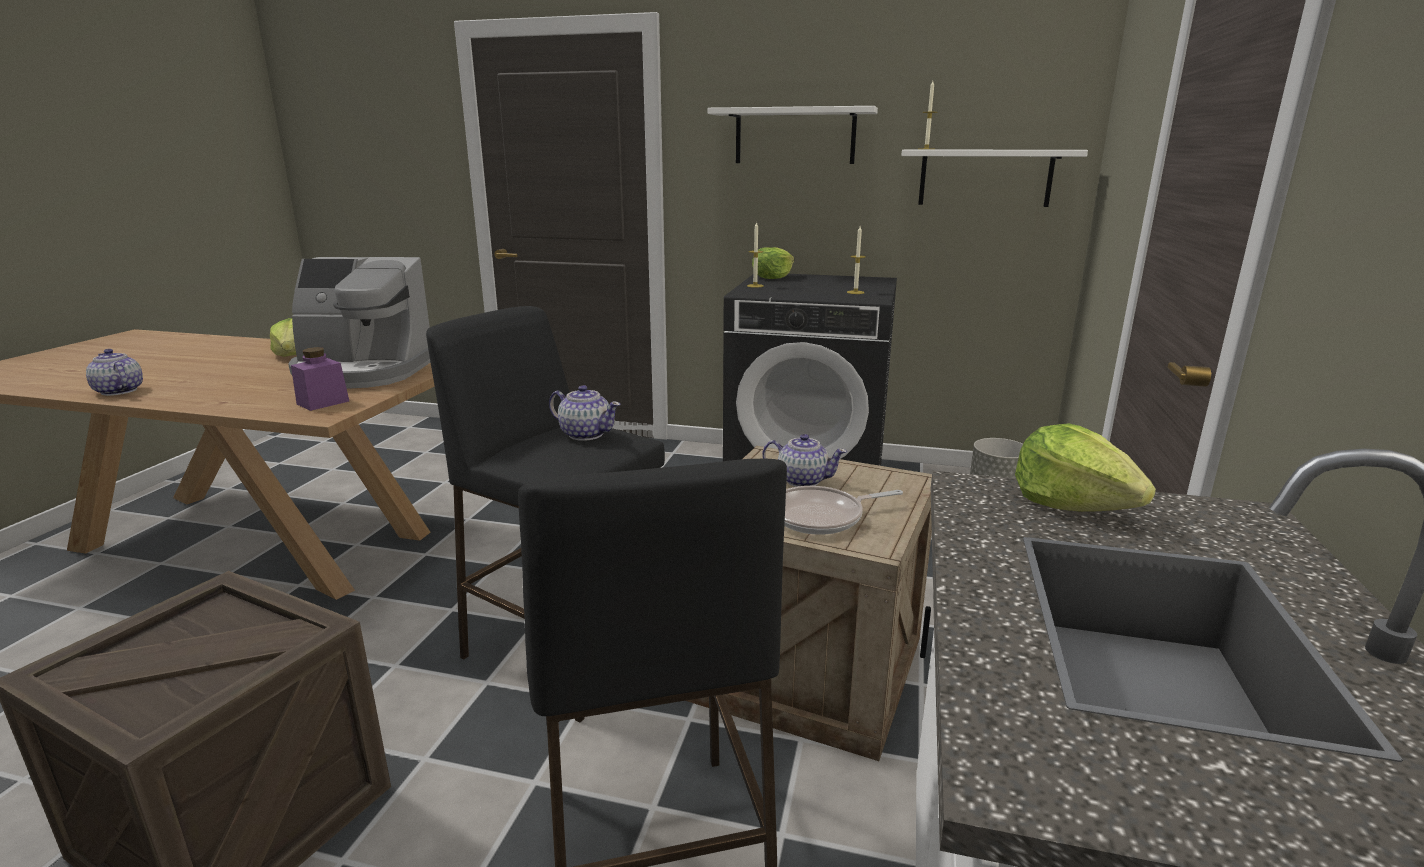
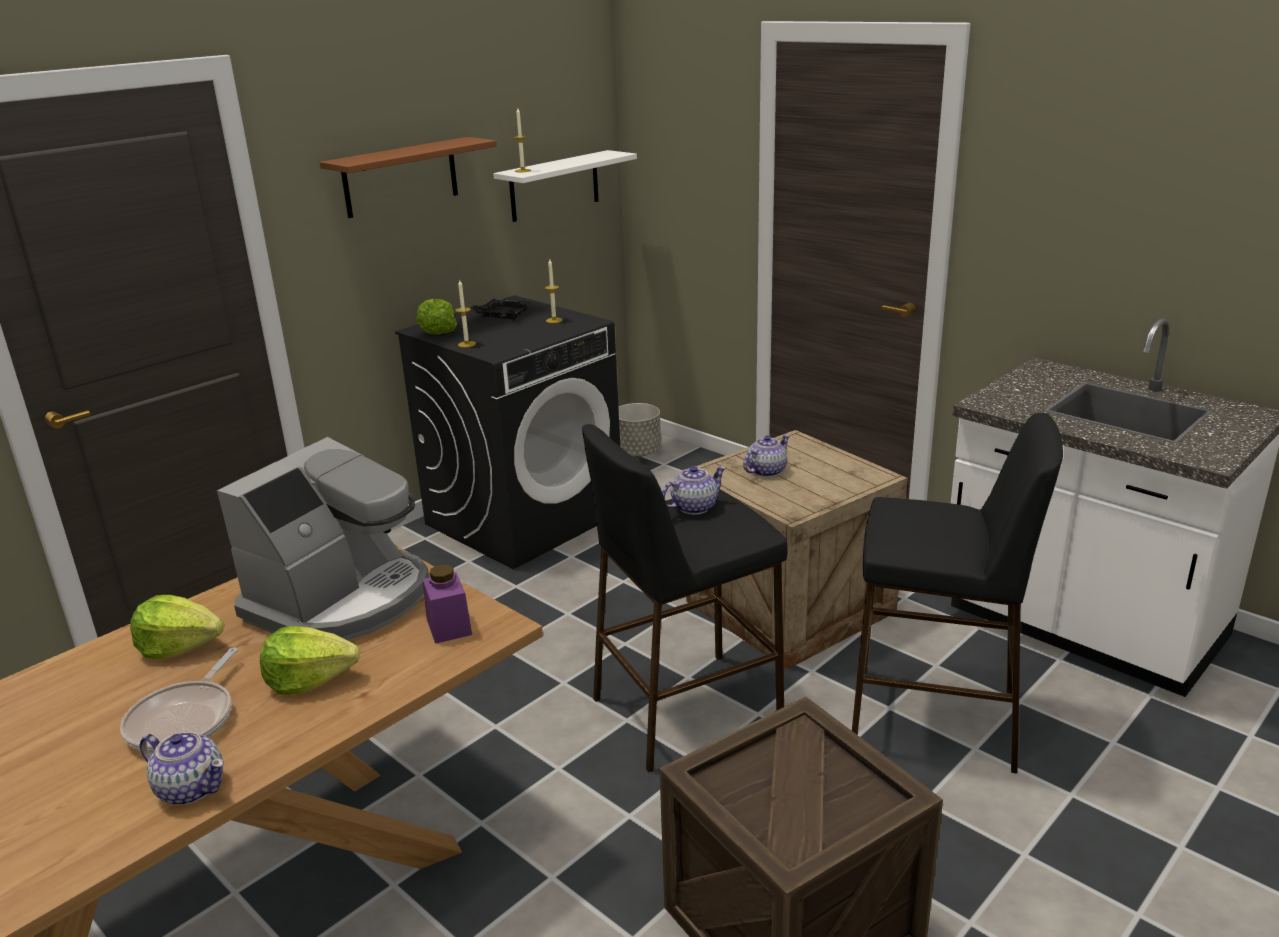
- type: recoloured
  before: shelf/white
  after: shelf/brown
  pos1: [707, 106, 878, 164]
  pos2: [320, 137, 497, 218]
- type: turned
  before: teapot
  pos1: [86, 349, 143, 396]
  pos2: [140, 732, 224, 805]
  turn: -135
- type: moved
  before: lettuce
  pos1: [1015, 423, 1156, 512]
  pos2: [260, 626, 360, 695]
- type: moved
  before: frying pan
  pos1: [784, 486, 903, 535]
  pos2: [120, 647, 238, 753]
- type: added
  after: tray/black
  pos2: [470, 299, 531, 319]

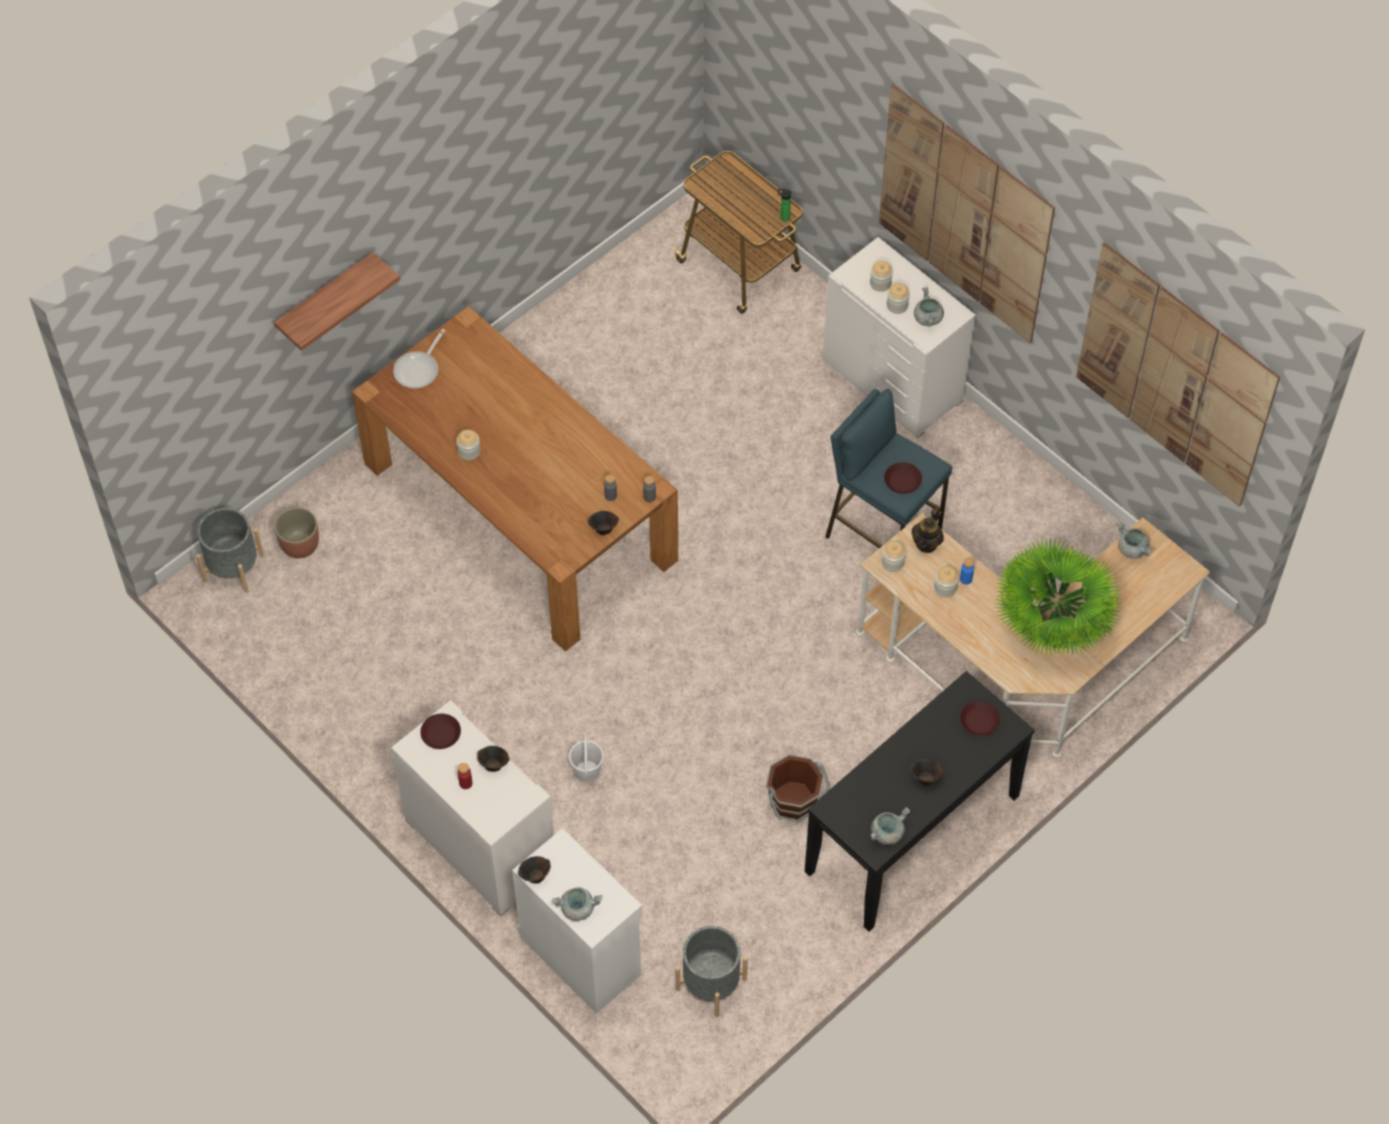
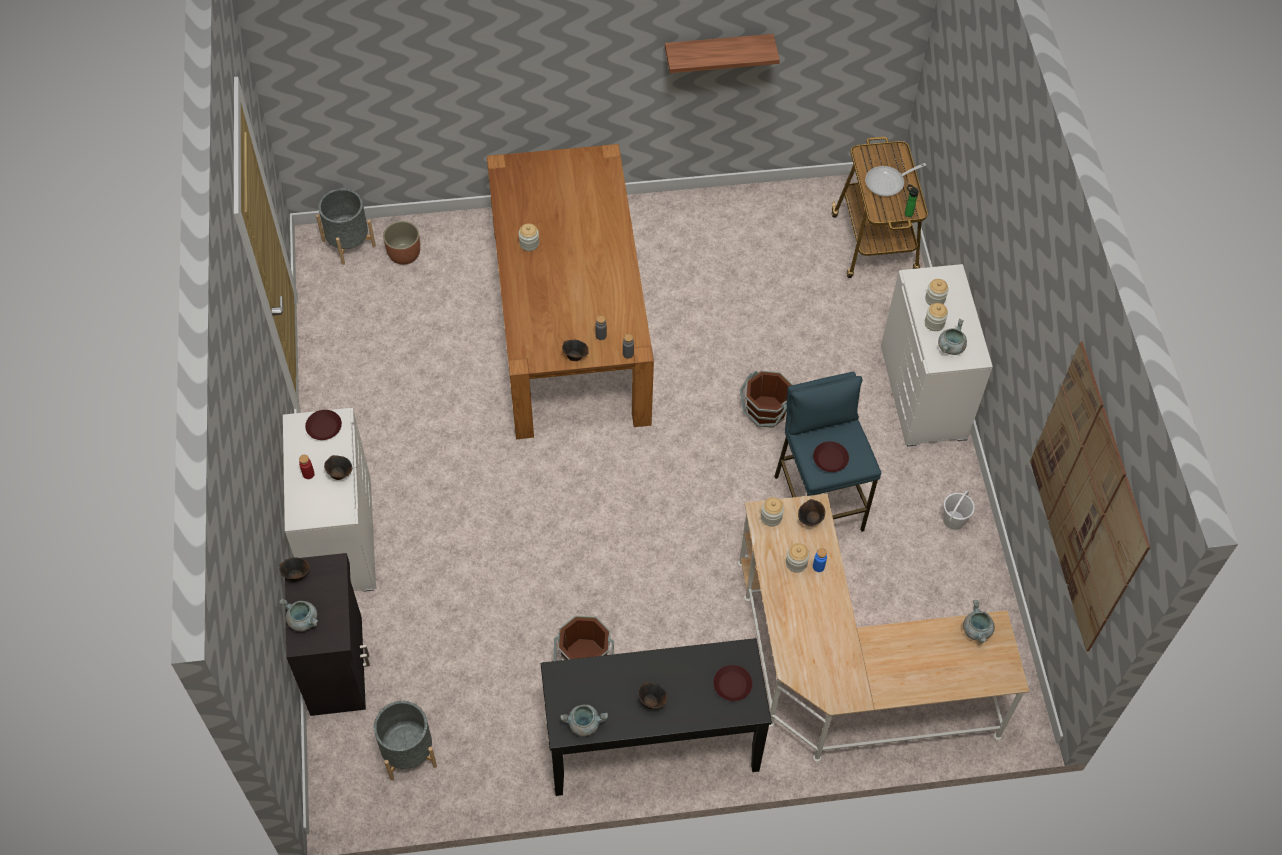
- type: removed
  before: picture
  pos1: [879, 84, 1055, 343]
- type: moved
  before: shelf
  pos1: [274, 252, 400, 351]
  pos2: [665, 34, 780, 73]
- type: moved
  before: frying pan
  pos1: [393, 329, 445, 389]
  pos2: [865, 163, 926, 197]
- type: replaced
  before: teapot
  after: bowl/brown
  pos1: [912, 508, 944, 553]
  pos2: [798, 499, 825, 527]
- type: removed
  before: potted plant
  pos1: [994, 538, 1123, 655]
- type: moved
  before: bucket/white
  pos1: [569, 736, 604, 783]
  pos2: [943, 490, 975, 530]
- type: recoloured
  before: cabinet/white
  after: cabinet/black
  pos1: [512, 828, 642, 1014]
  pos2: [285, 553, 370, 716]
- type: added
  after: bucket/brown
  pos2: [740, 370, 793, 428]

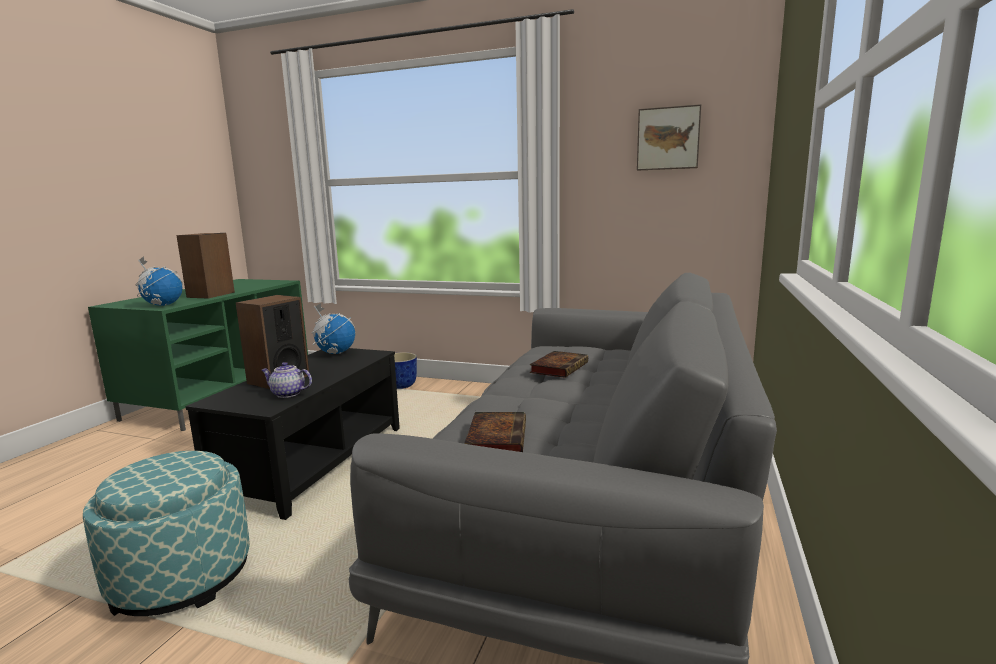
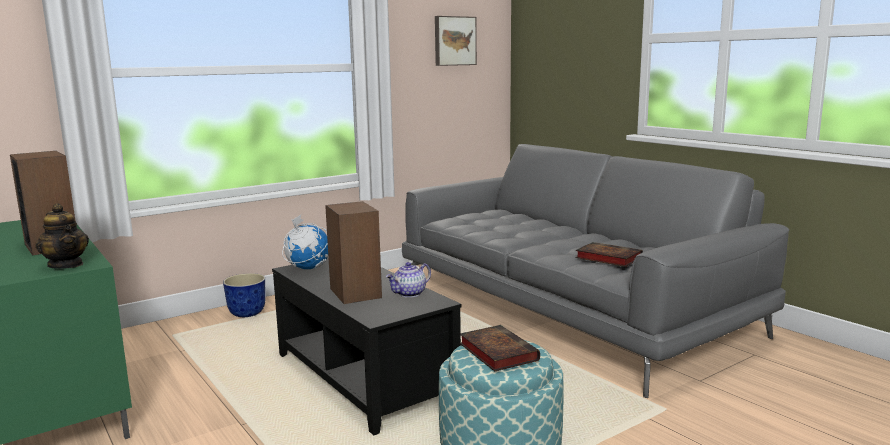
- type: replaced
  before: globe
  after: teapot
  pos1: [136, 256, 183, 306]
  pos2: [35, 204, 89, 269]
- type: moved
  before: book
  pos1: [530, 351, 588, 378]
  pos2: [460, 325, 540, 372]

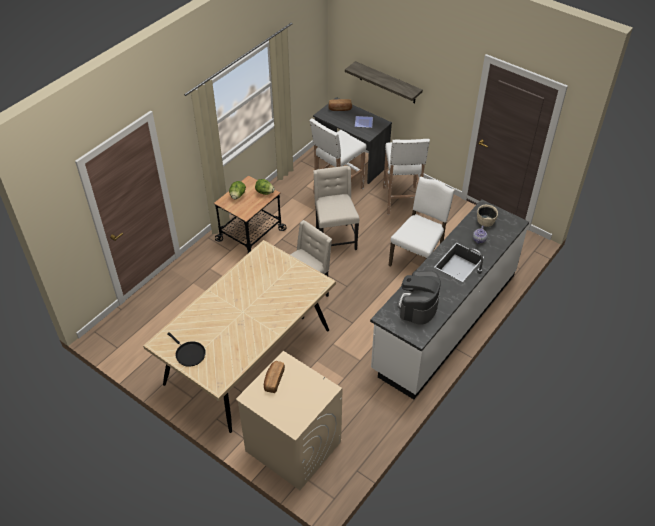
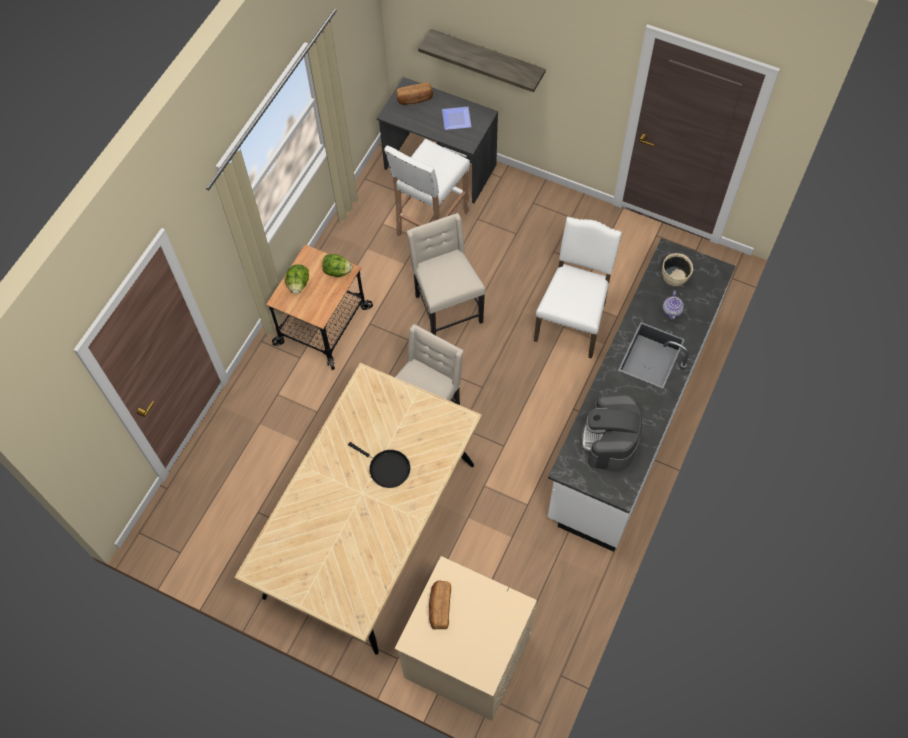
- type: removed
  before: stool/white
  pos1: [383, 139, 430, 215]
- type: moved
  before: frying pan/black
  pos1: [167, 332, 206, 367]
  pos2: [348, 442, 410, 488]

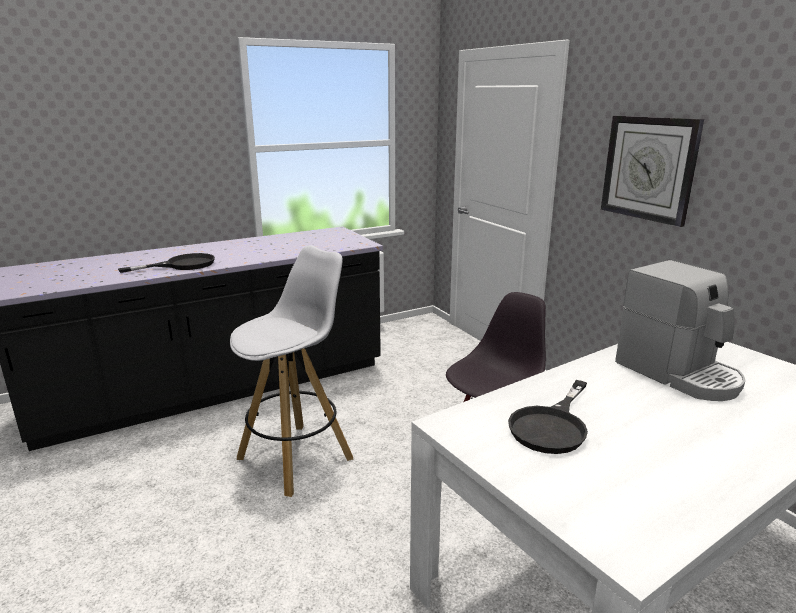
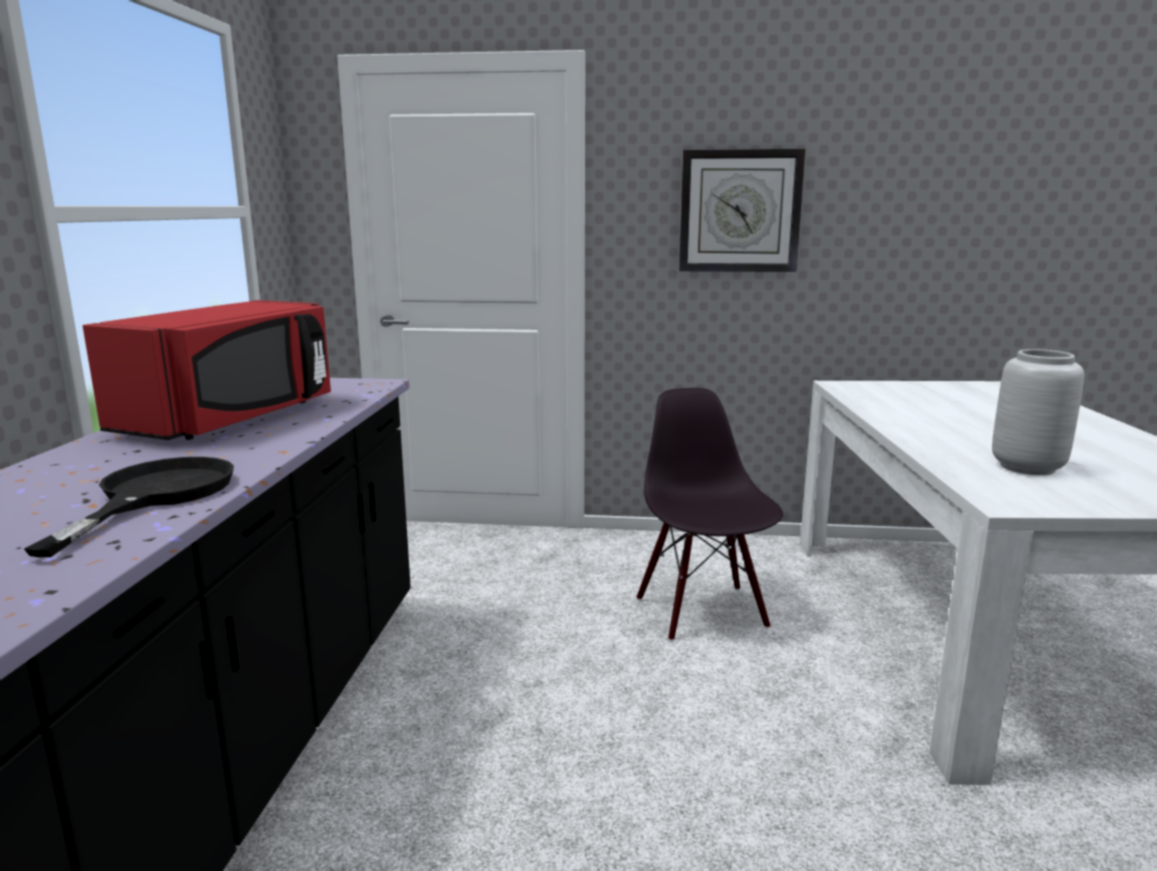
- type: removed
  before: stool/white
  pos1: [230, 245, 353, 497]
- type: removed
  before: coffee machine
  pos1: [615, 260, 745, 401]
- type: replaced
  before: frying pan/black
  after: vase/grey
  pos1: [508, 380, 588, 454]
  pos2: [992, 349, 1084, 475]
- type: added
  after: microwave/red
  pos2: [83, 300, 331, 440]

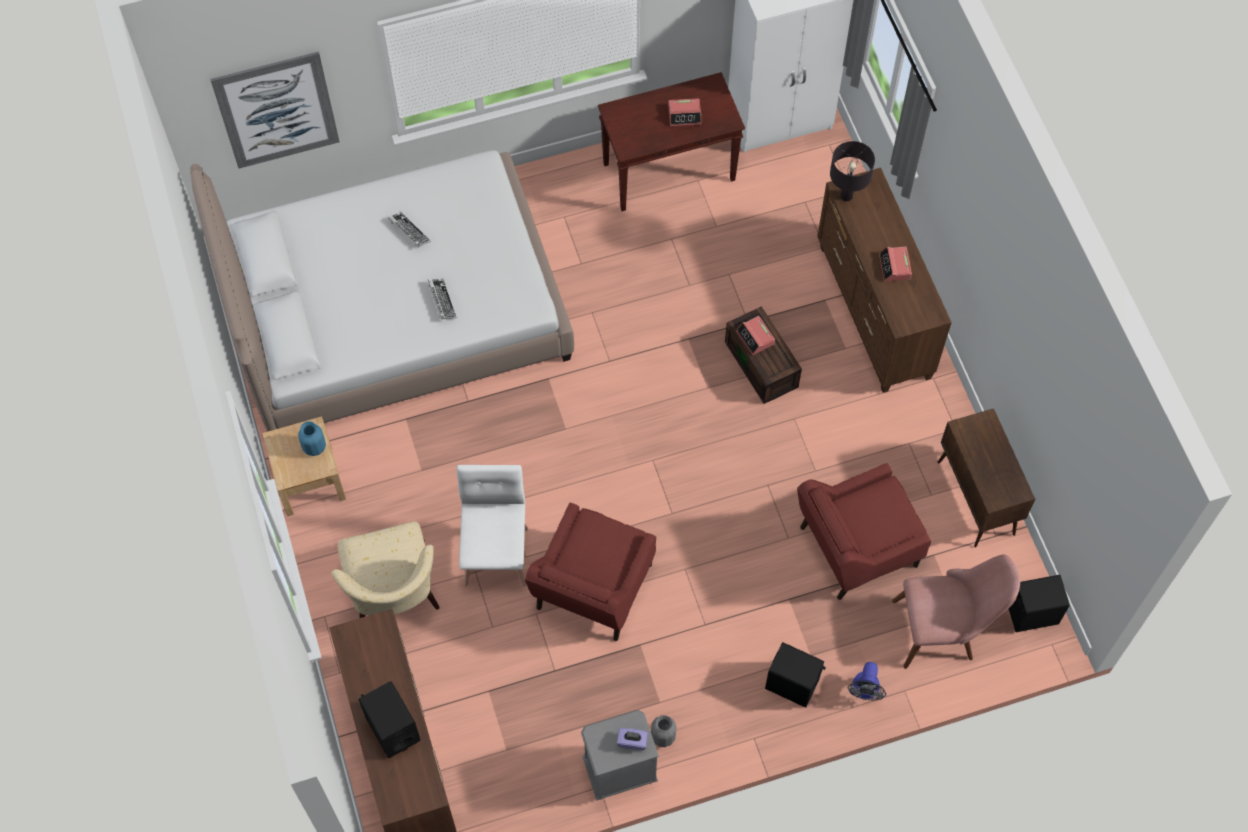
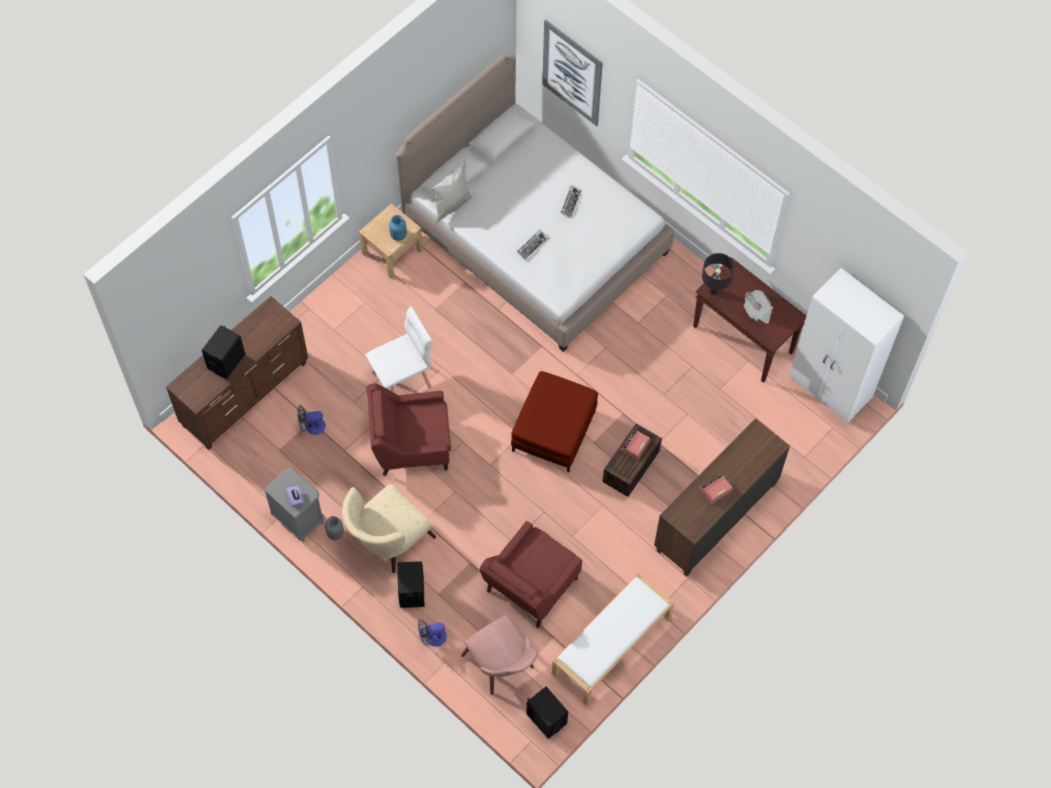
- type: replaced
  before: alarm clock
  after: newspaper
  pos1: [668, 98, 701, 126]
  pos2: [744, 290, 773, 324]
- type: moved
  before: table lamp/black
  pos1: [830, 141, 875, 201]
  pos2: [702, 253, 735, 295]
- type: replaced
  before: cabinet/brown
  after: bench/white
  pos1: [937, 408, 1035, 547]
  pos2: [552, 573, 674, 705]
- type: turned
  before: armchair/red
  pos1: [797, 463, 931, 600]
  pos2: [479, 521, 582, 628]
  turn: -90
- type: moved
  before: armchair/beige
  pos1: [331, 522, 440, 618]
  pos2: [342, 484, 436, 573]
- type: added
  after: pillow/white
  pos2: [430, 160, 473, 224]
- type: added
  after: ottoman/red
  pos2: [511, 371, 598, 472]
- type: added
  after: fan
  pos2: [298, 406, 326, 435]

